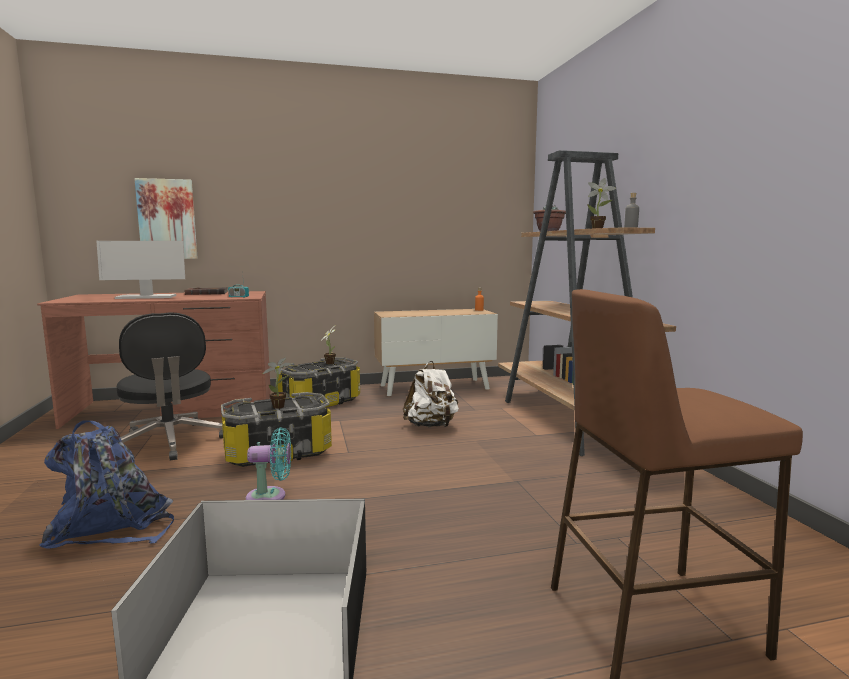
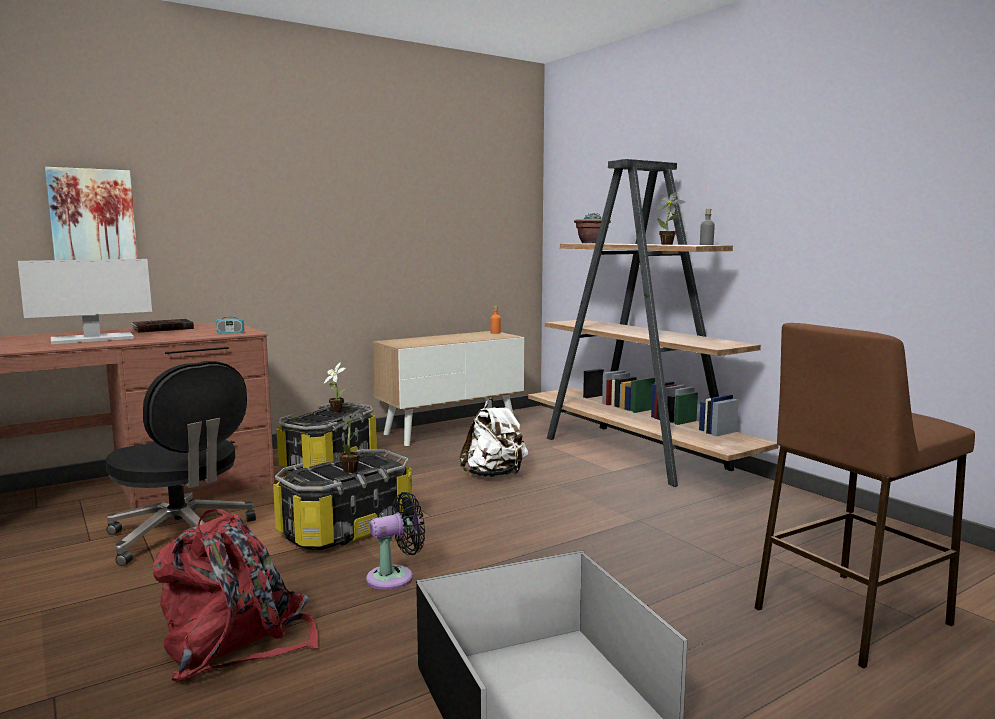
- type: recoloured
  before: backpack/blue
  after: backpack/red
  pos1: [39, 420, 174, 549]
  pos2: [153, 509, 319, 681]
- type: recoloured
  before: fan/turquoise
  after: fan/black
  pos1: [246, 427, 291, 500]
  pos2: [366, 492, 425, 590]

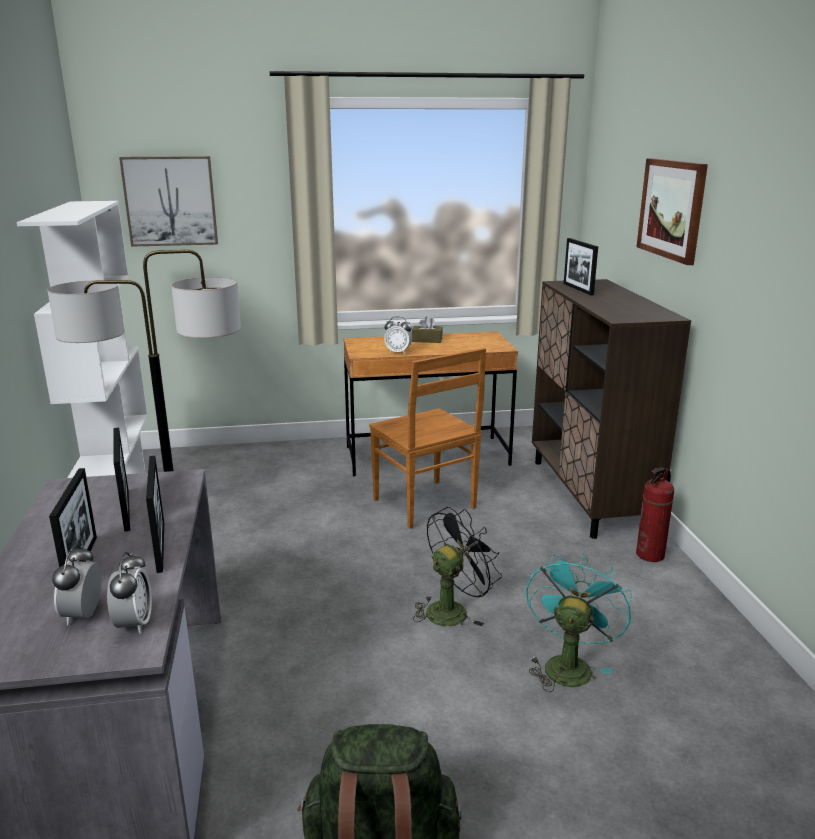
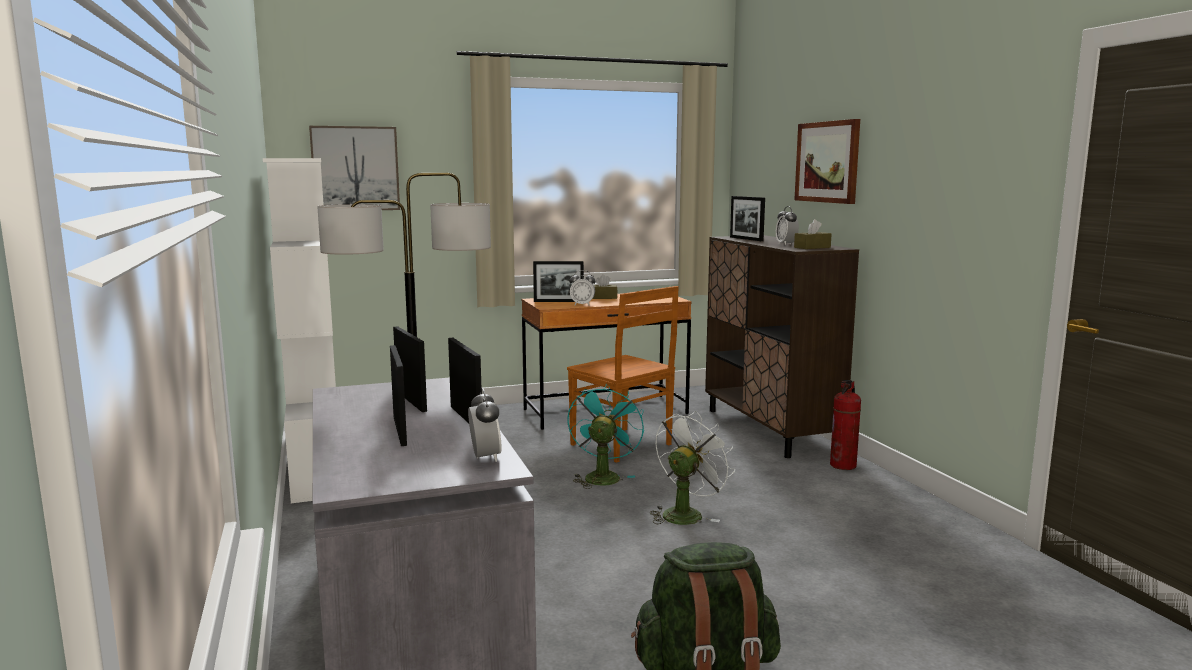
- type: recoloured
  before: fan/black
  after: fan/white
  pos1: [413, 507, 502, 626]
  pos2: [650, 411, 735, 525]
- type: moved
  before: alarm clock
  pos1: [52, 544, 102, 625]
  pos2: [776, 206, 799, 245]
- type: moved
  before: fan/turquoise
  pos1: [526, 553, 632, 692]
  pos2: [568, 384, 644, 489]
- type: added
  after: tissue box/brown
  pos2: [794, 219, 832, 249]
- type: added
  after: picture frame
  pos2: [533, 261, 584, 302]

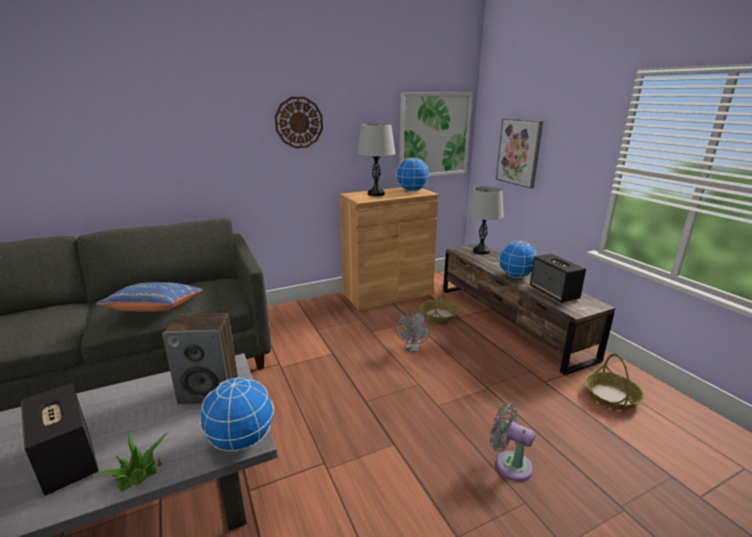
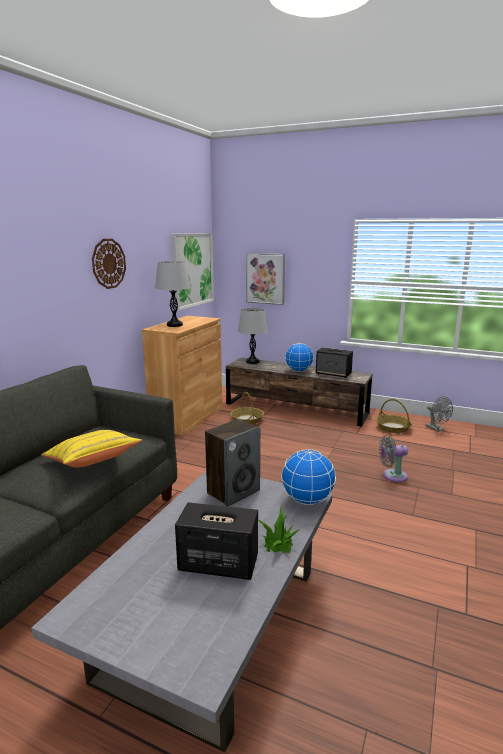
- type: removed
  before: globe
  pos1: [396, 158, 429, 191]
- type: recoloured
  before: pillow/blue
  after: pillow/yellow
  pos1: [96, 282, 203, 312]
  pos2: [42, 430, 142, 468]
- type: moved
  before: fan/grey
  pos1: [395, 310, 431, 353]
  pos2: [426, 396, 453, 432]

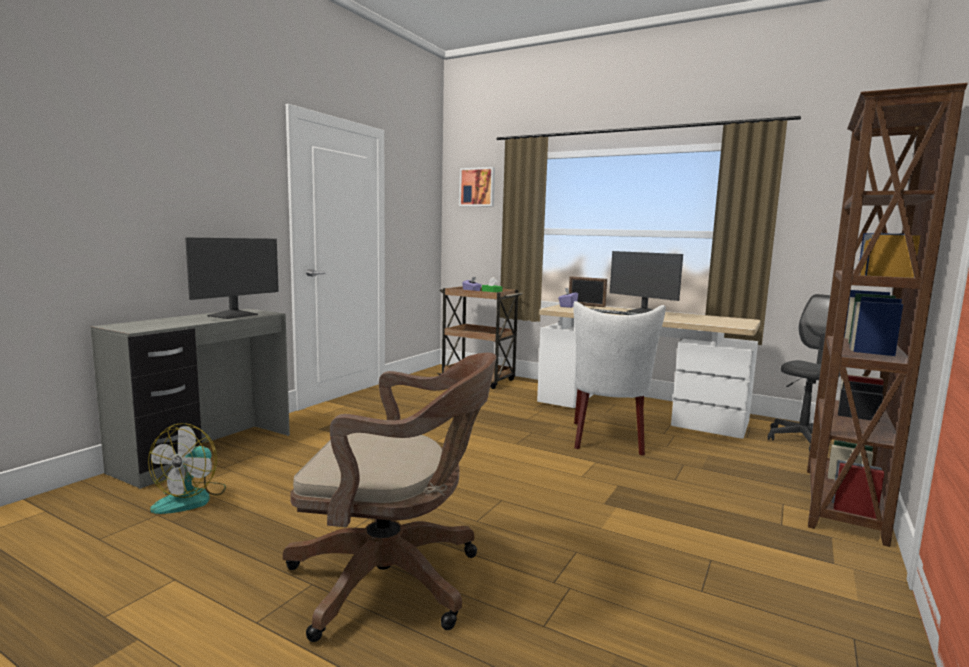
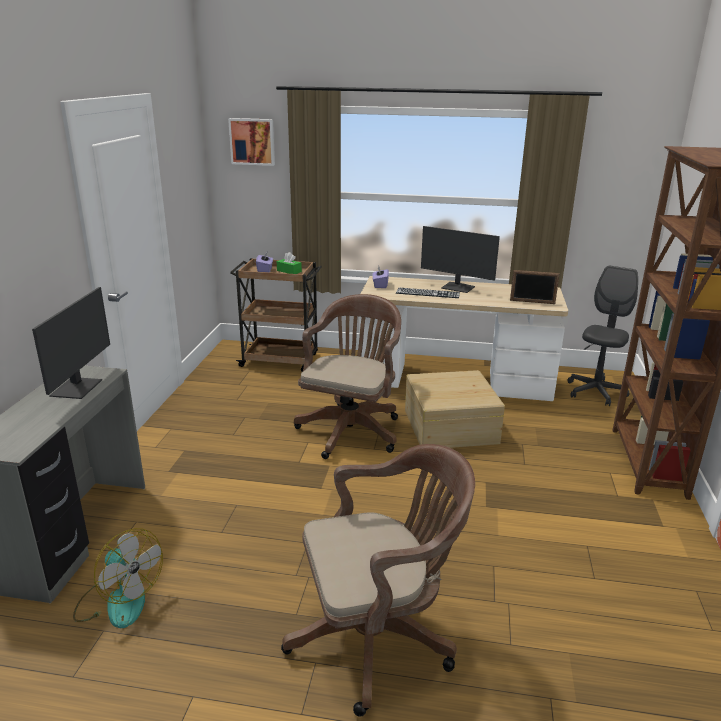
- type: moved
  before: picture frame
  pos1: [569, 276, 607, 307]
  pos2: [510, 270, 560, 304]
- type: replaced
  before: chair/white
  after: storage box/beige
  pos1: [573, 301, 666, 456]
  pos2: [405, 370, 505, 448]
- type: turned
  before: fan
  pos1: [148, 423, 226, 514]
  pos2: [73, 528, 163, 628]
  turn: -45
- type: added
  after: office chair/brown
  pos2: [294, 294, 401, 459]

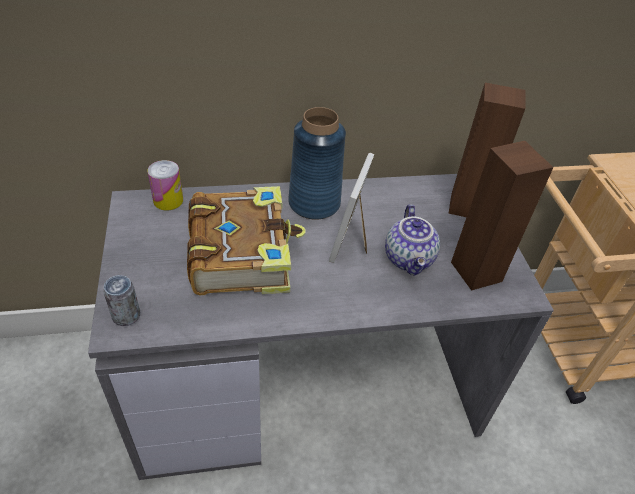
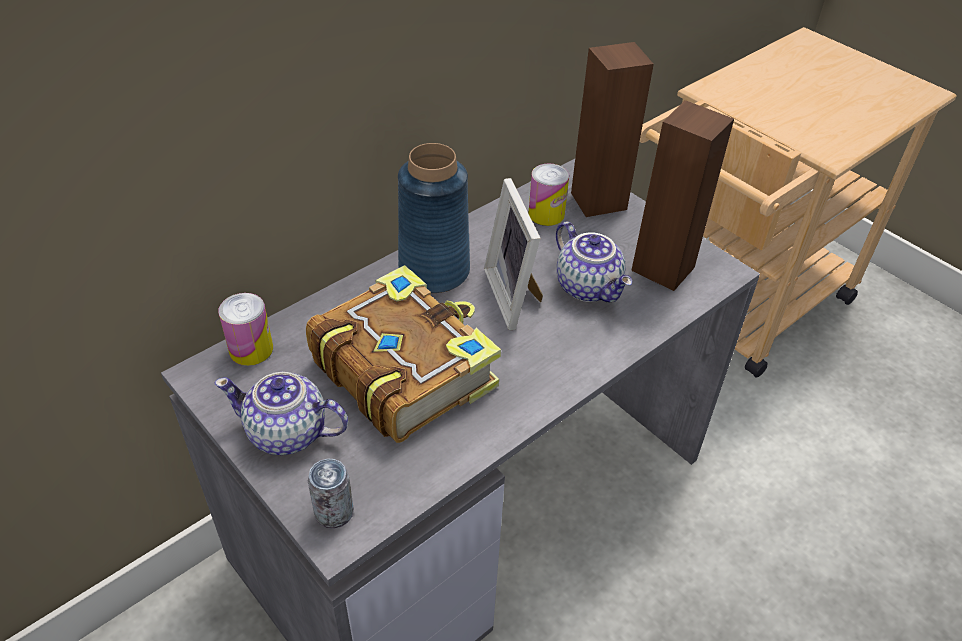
- type: added
  after: can
  pos2: [528, 164, 569, 226]
- type: added
  after: teapot
  pos2: [214, 372, 348, 455]

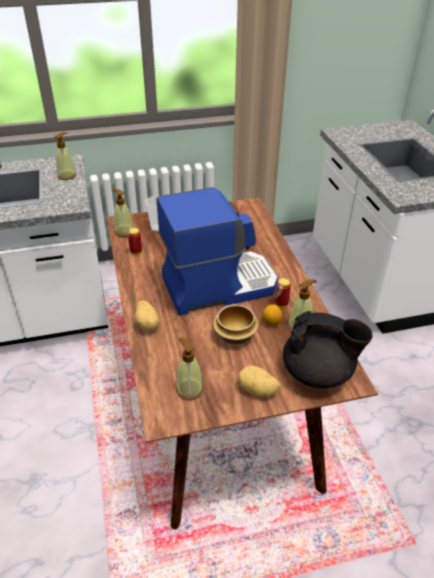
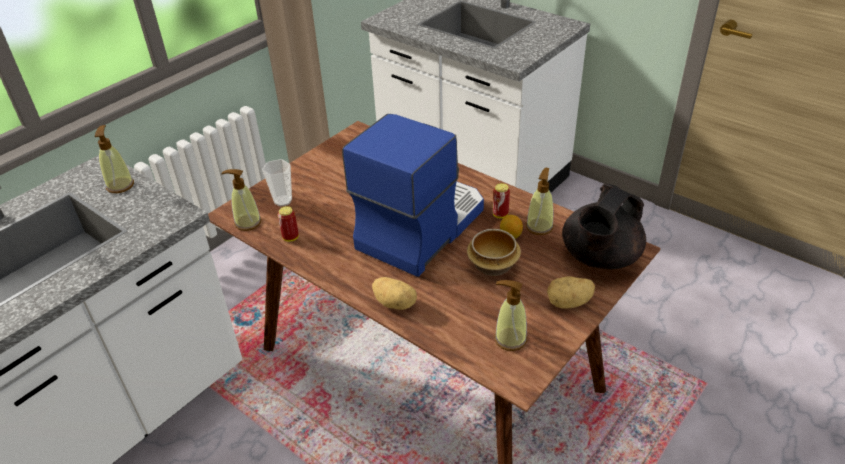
- type: turned
  before: teapot/black
  pos1: [283, 311, 373, 388]
  pos2: [562, 184, 646, 269]
  turn: 150

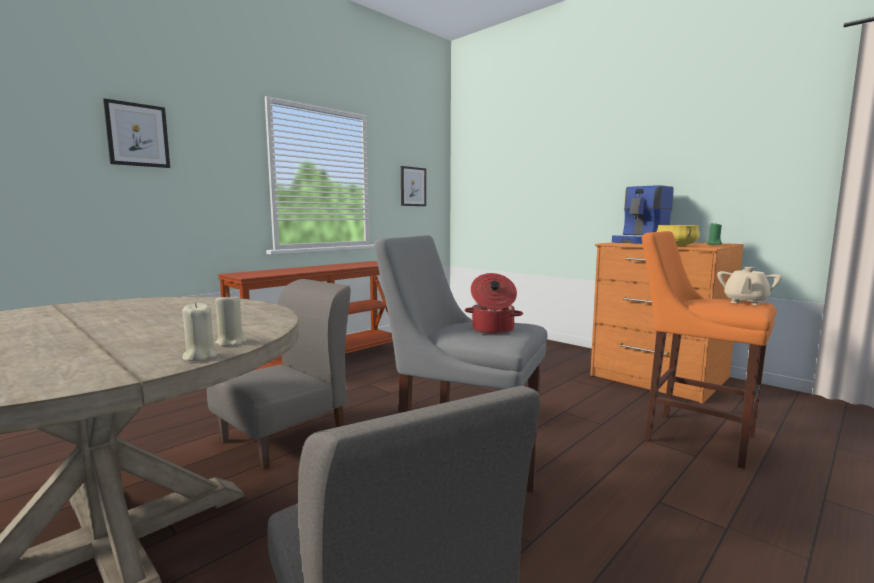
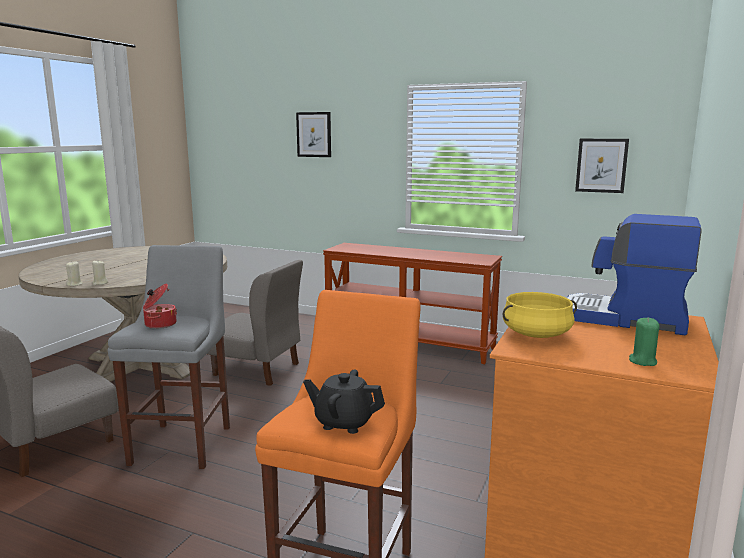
- type: recoloured
  before: teapot/beige
  after: teapot/black
  pos1: [717, 267, 782, 305]
  pos2: [303, 369, 385, 434]

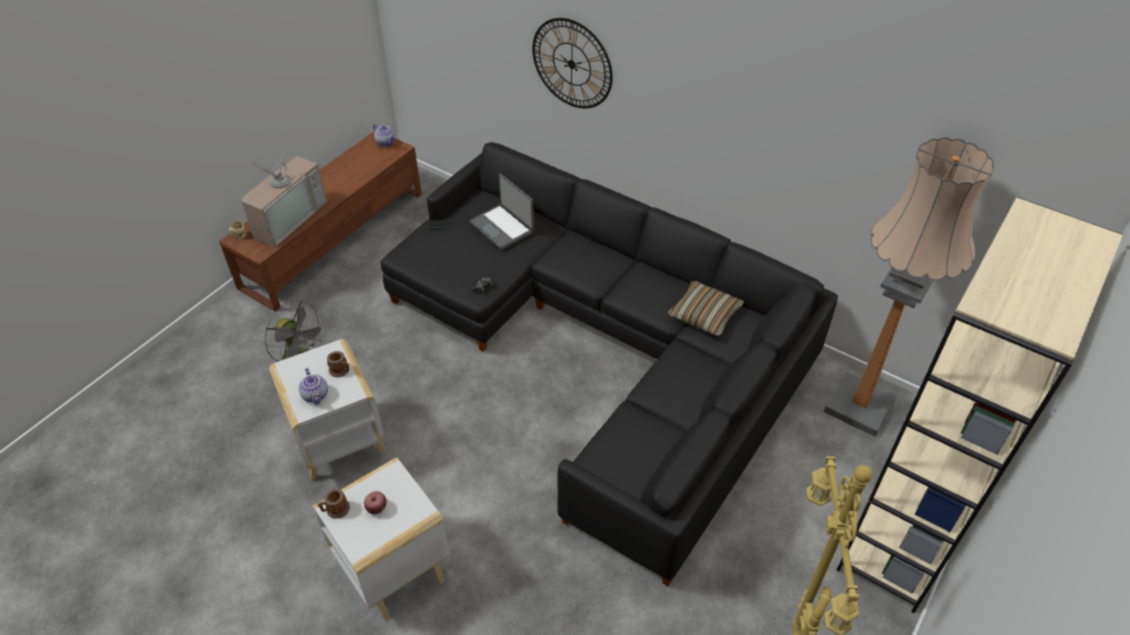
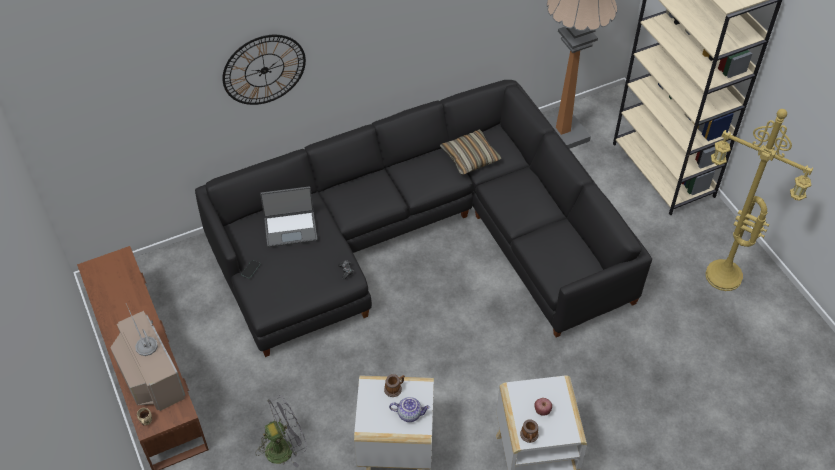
- type: removed
  before: teapot
  pos1: [373, 124, 395, 147]

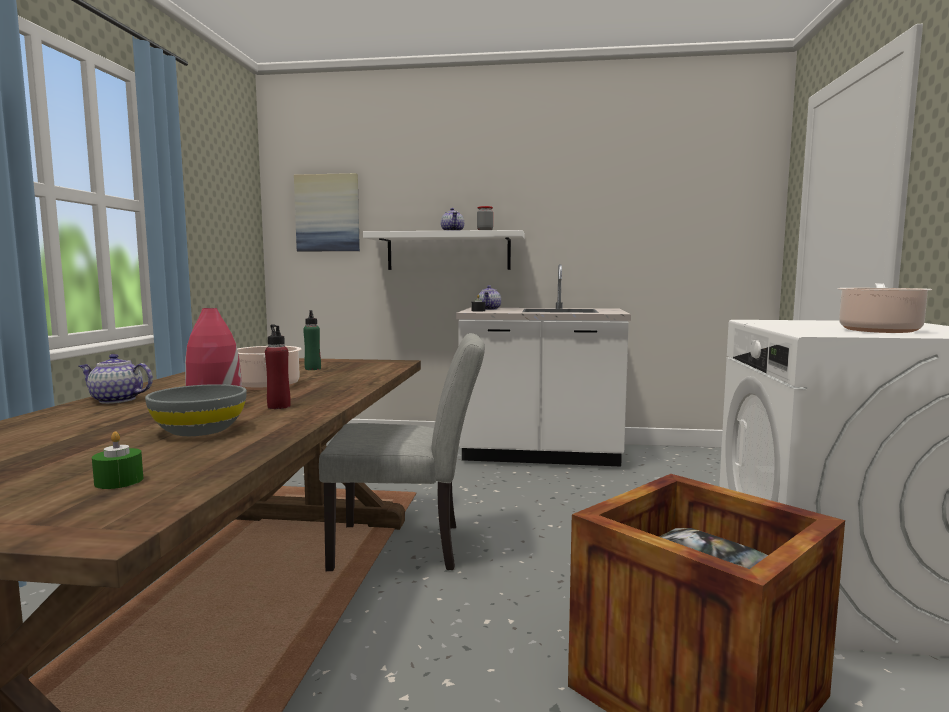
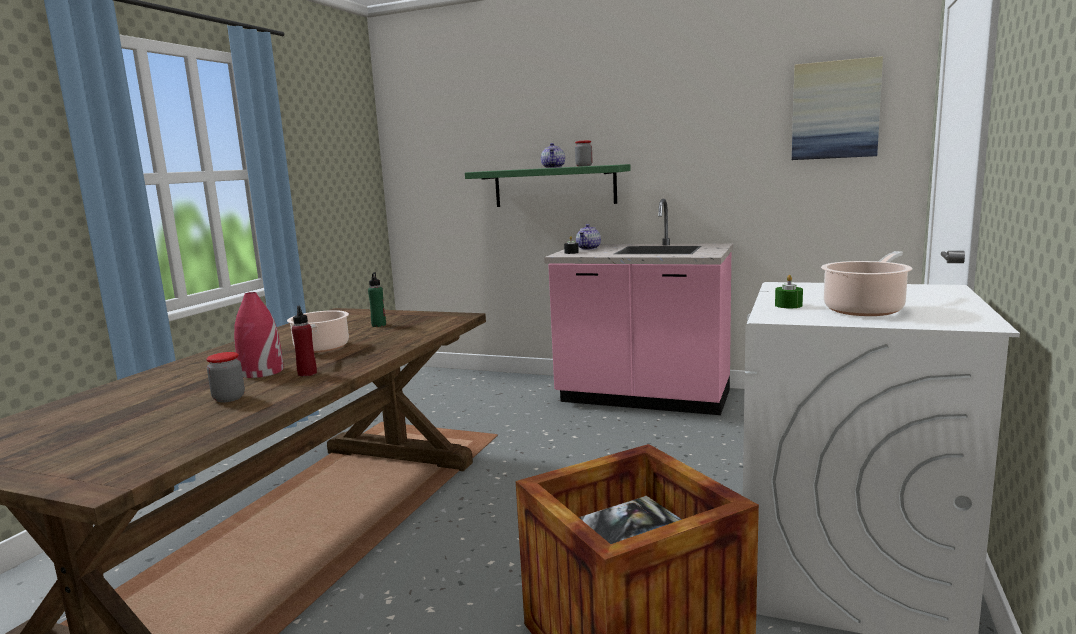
- type: moved
  before: picture
  pos1: [294, 173, 360, 251]
  pos2: [792, 56, 883, 160]
- type: recoloured
  before: shelf/white
  after: shelf/green
  pos1: [363, 230, 524, 270]
  pos2: [465, 164, 630, 207]
- type: recoloured
  before: counter/white
  after: counter/pink
  pos1: [456, 264, 631, 466]
  pos2: [544, 198, 733, 415]
- type: removed
  before: chair/grey
  pos1: [319, 333, 485, 571]
- type: removed
  before: teapot
  pos1: [79, 354, 153, 404]
- type: replaced
  before: bowl/grey
  after: jar
  pos1: [145, 384, 247, 436]
  pos2: [206, 352, 245, 402]
- type: moved
  before: candle/green
  pos1: [92, 431, 143, 489]
  pos2: [775, 275, 803, 308]

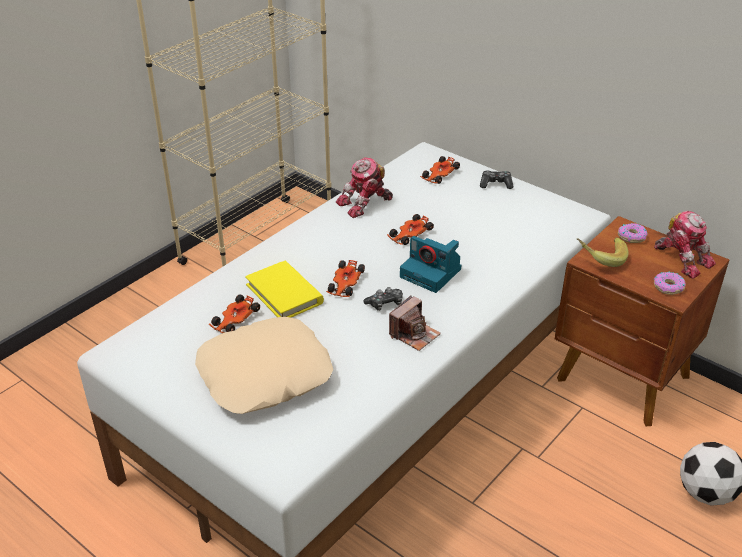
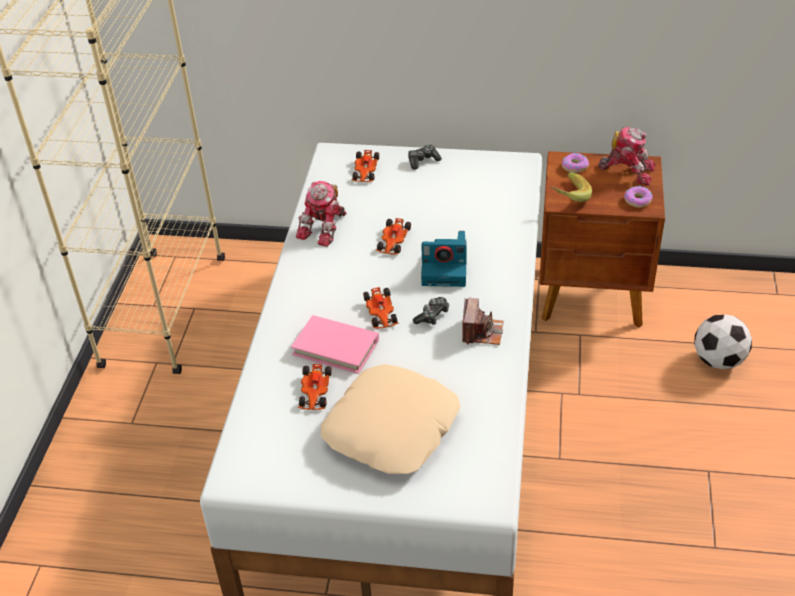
- type: recoloured
  before: book/yellow
  after: book/pink
  pos1: [245, 261, 324, 318]
  pos2: [291, 315, 379, 374]

